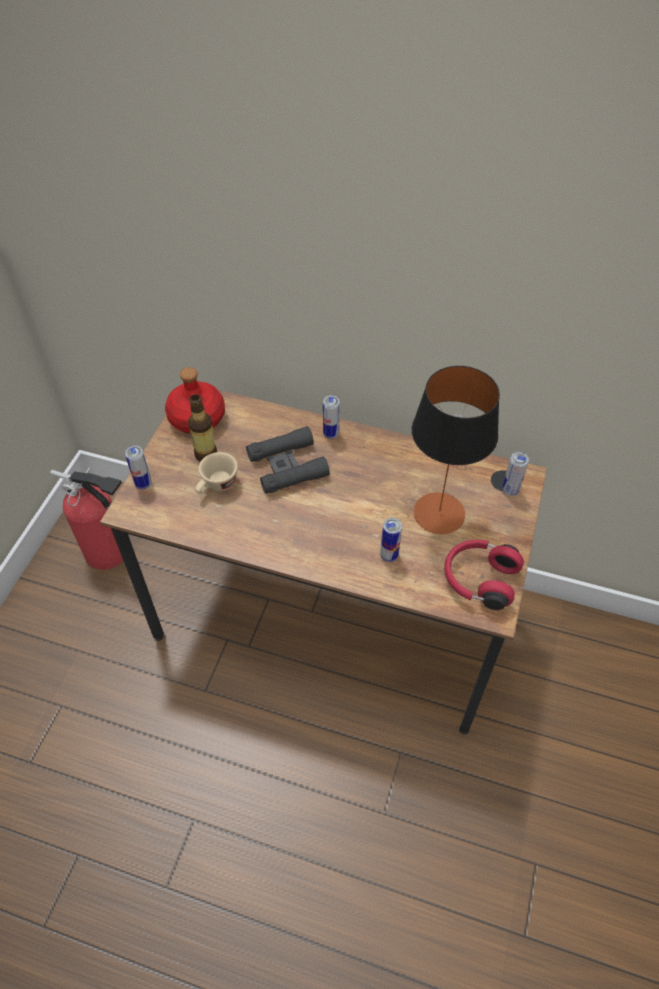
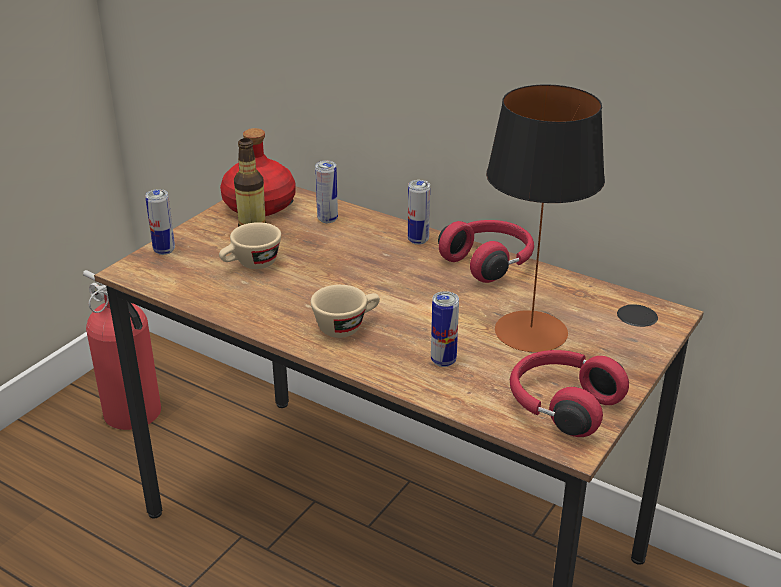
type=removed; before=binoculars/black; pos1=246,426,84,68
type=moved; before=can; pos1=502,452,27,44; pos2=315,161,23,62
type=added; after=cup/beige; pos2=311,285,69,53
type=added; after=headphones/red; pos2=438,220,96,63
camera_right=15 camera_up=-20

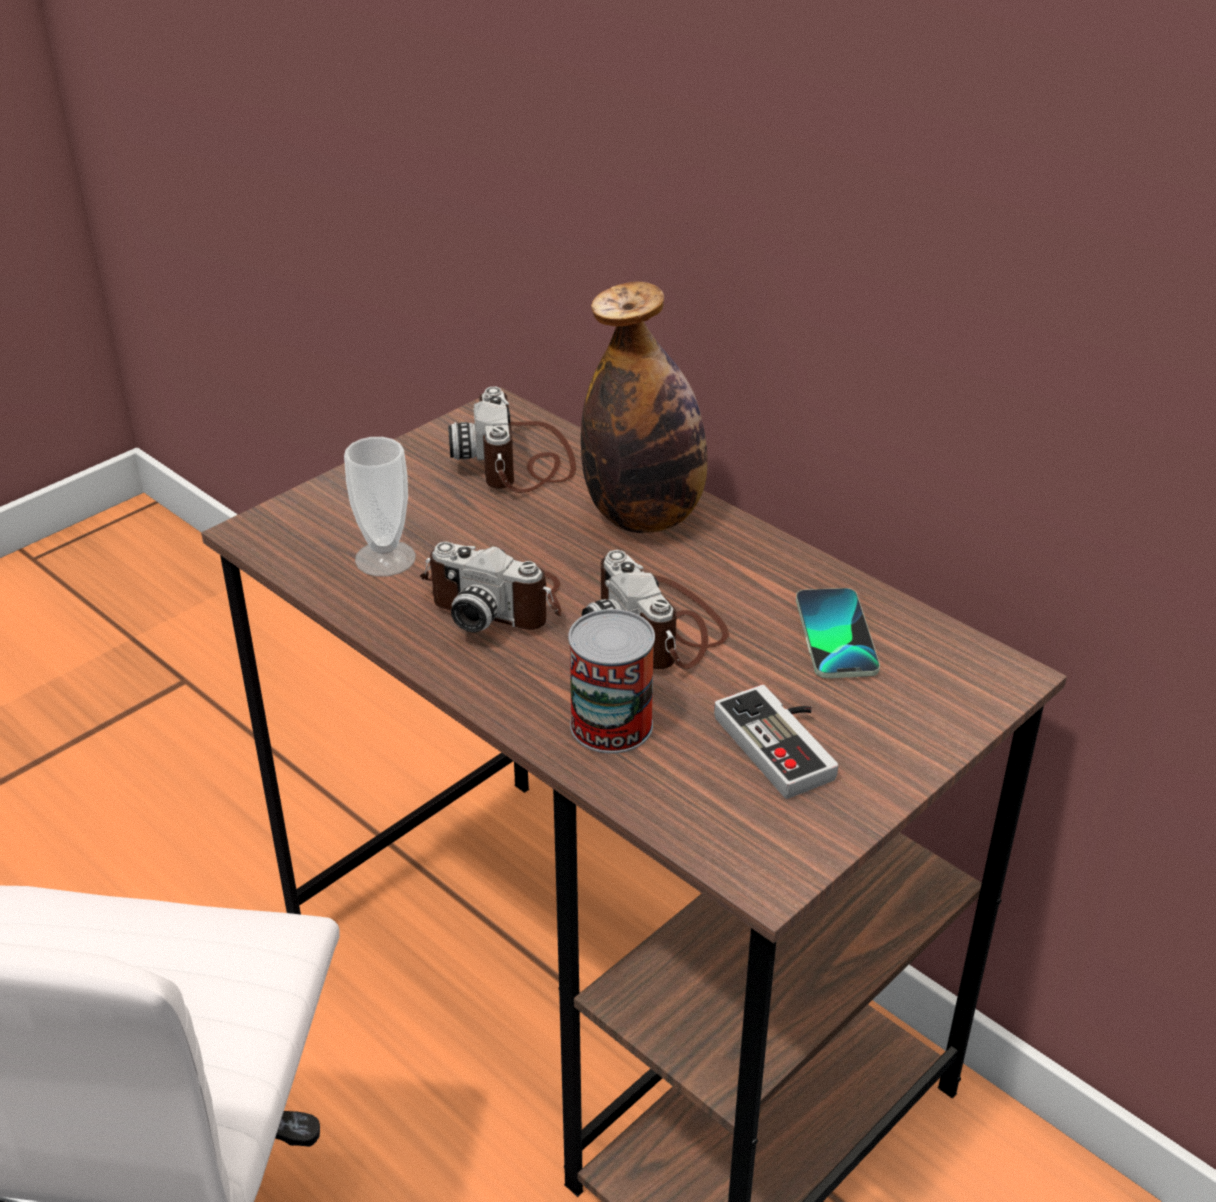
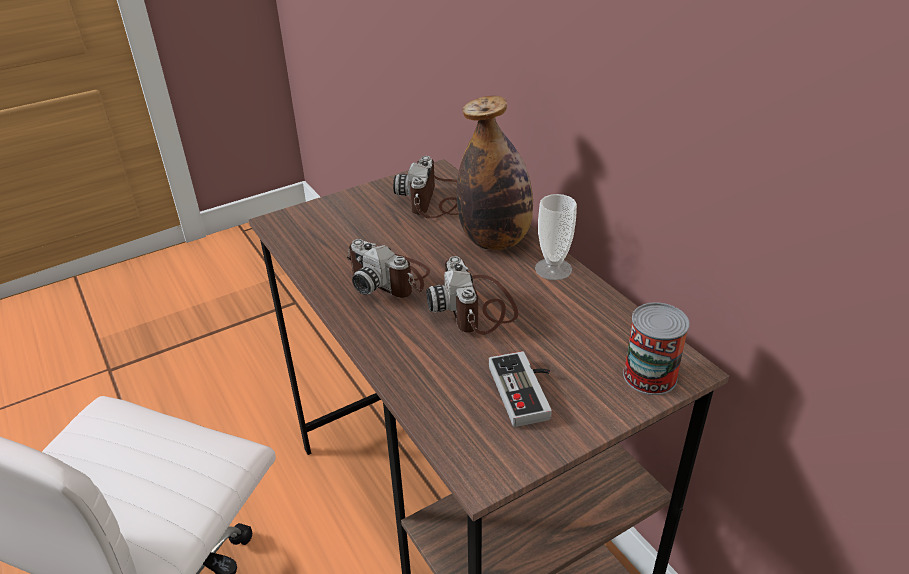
type=moved; before=cup; pos1=344,437,72,140; pos2=535,194,42,86
type=moved; before=can; pos1=568,609,87,145; pos2=623,302,67,93
type=removed; before=phone; pos1=796,588,84,90
camera_right=15 camera_up=0

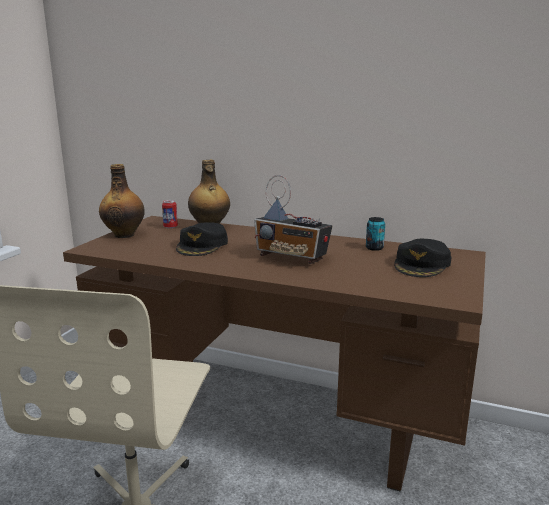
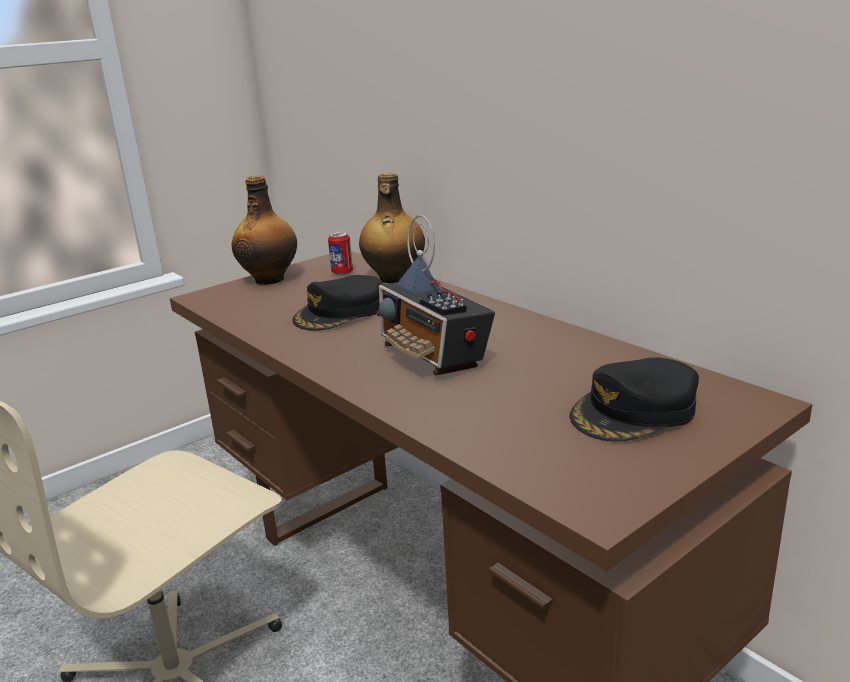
type=removed; before=can; pos1=366,217,19,34
camera_right=30 camera_up=5

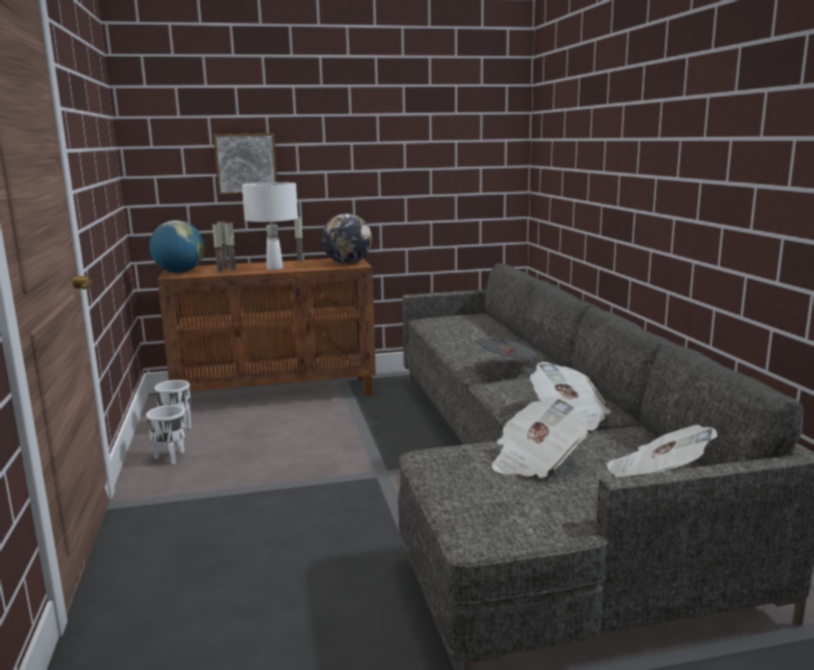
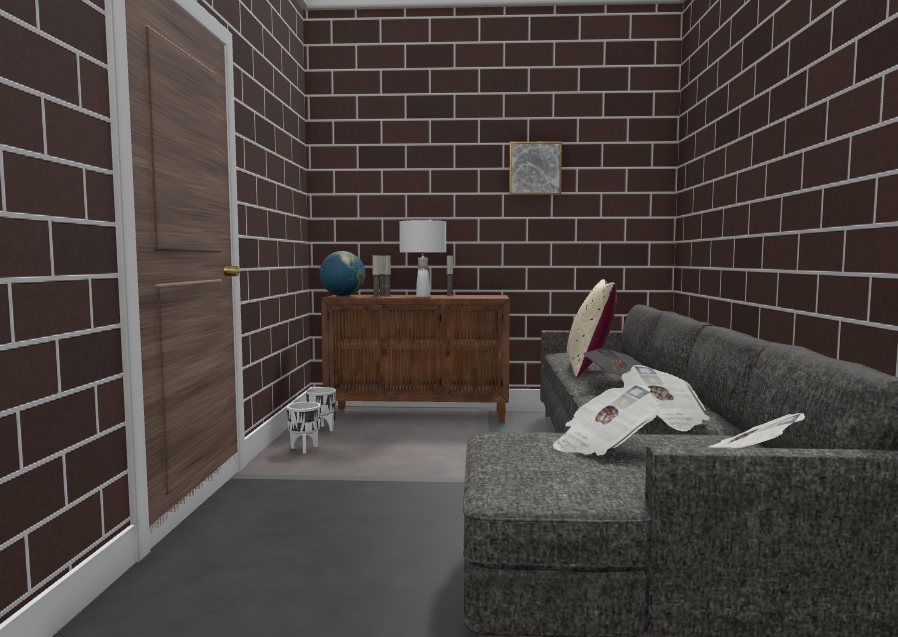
type=moved; before=picture; pos1=214,133,63,62; pos2=509,141,53,54
type=removed; before=globe; pos1=322,214,50,50
type=added; after=pillow/beige; pos2=567,279,50,98
camera_right=15 camera_up=-10

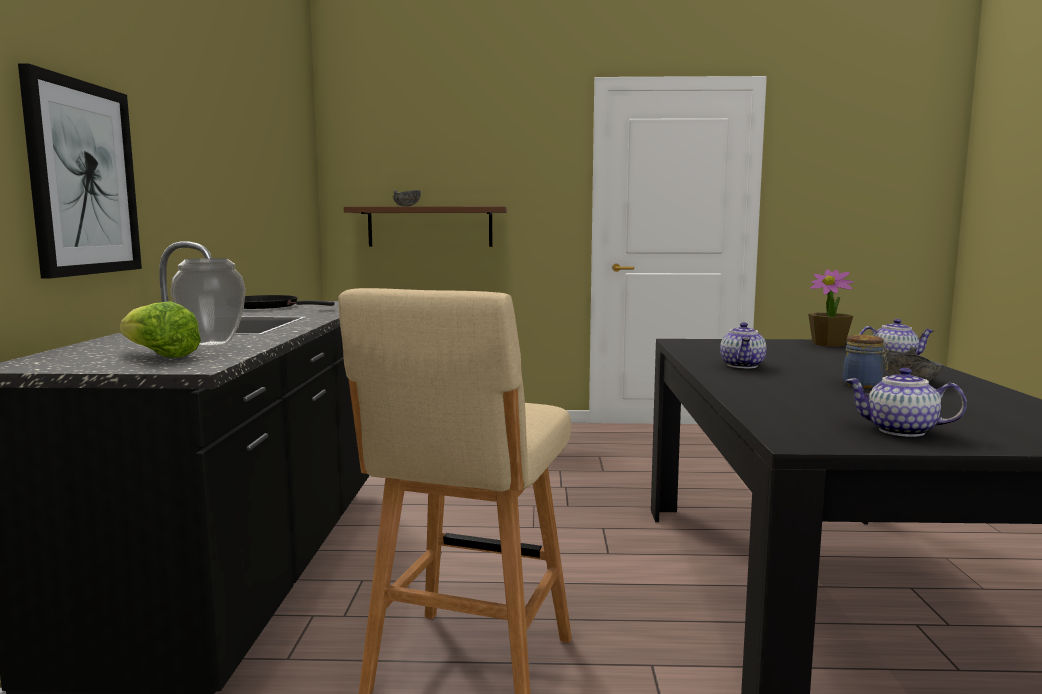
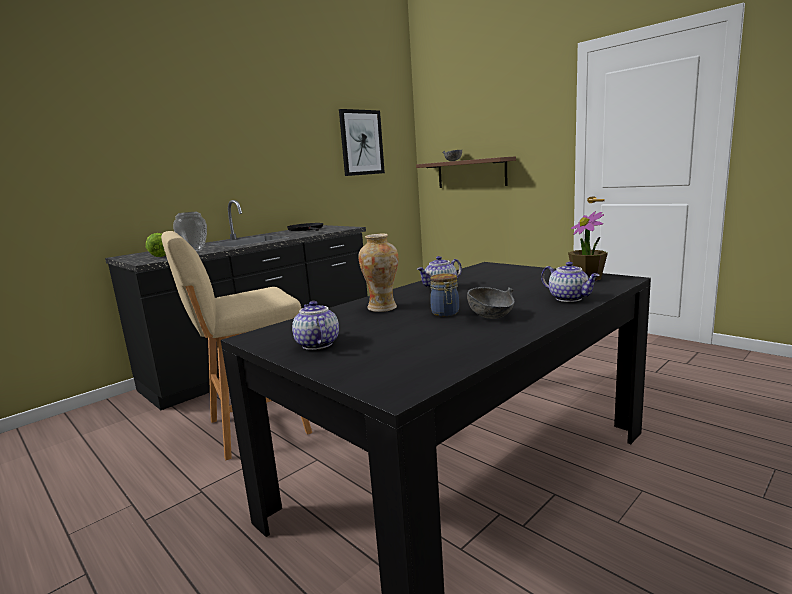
type=moved; before=picture; pos1=18,64,124,214; pos2=339,109,46,67
type=added; after=vase; pos2=358,234,40,78
camera_right=45 camera_up=5

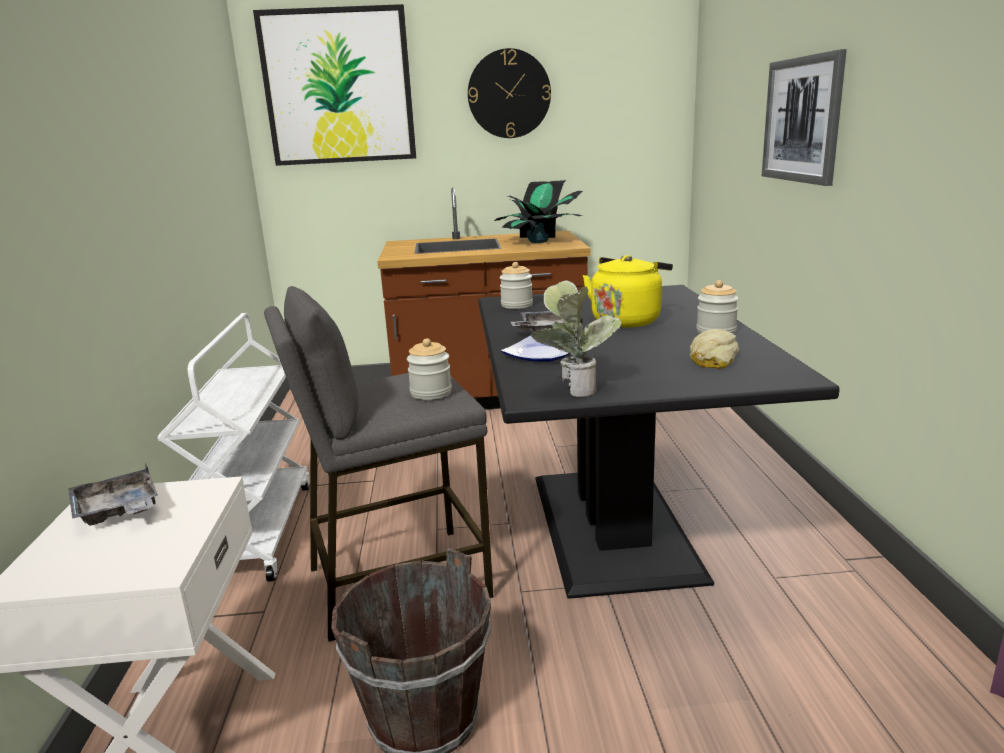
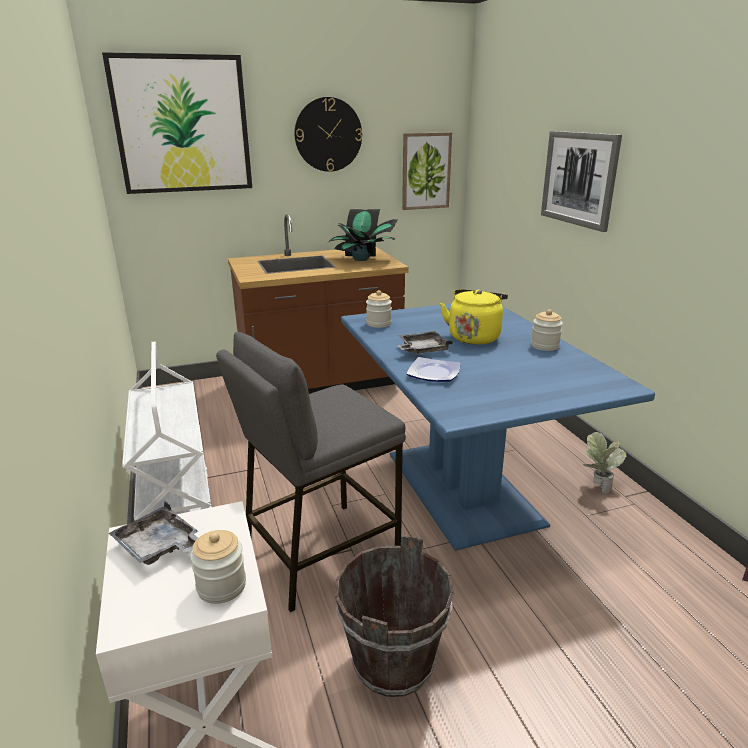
type=moved; before=jar; pos1=407,338,45,62; pos2=190,530,56,74
type=recoloured; before=dining table/black; after=dining table/blue; pos1=478,285,362,314; pos2=341,303,314,248
type=moved; before=potted plant; pos1=530,280,91,117; pos2=583,432,44,61
type=removed; before=bread; pos1=690,329,49,40
type=added; after=picture; pos2=402,132,50,78
camera_right=-15 camera_up=5

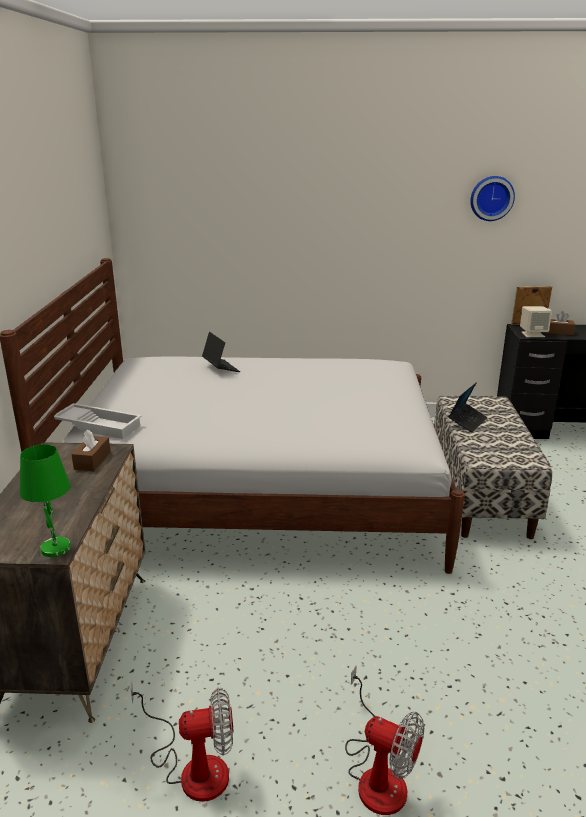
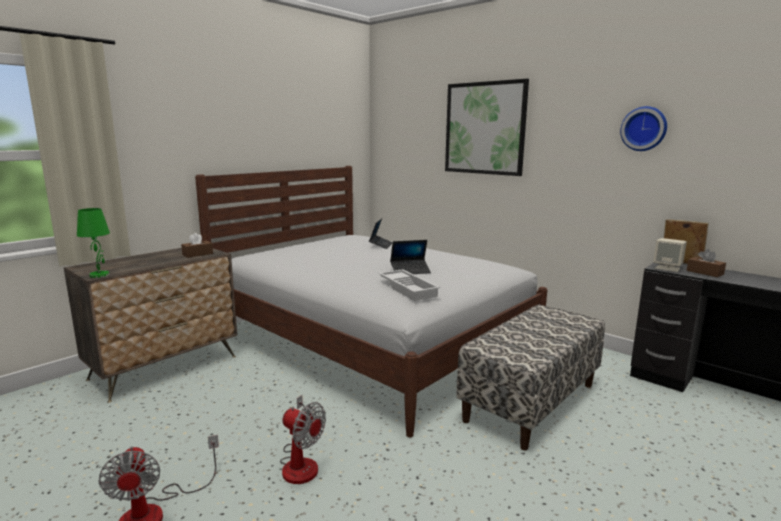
type=moved; before=tray/white; pos1=54,403,88,36; pos2=379,269,61,32
type=moved; before=fan; pos1=131,682,102,120; pos2=280,395,46,89
type=moved; before=laptop; pos1=448,382,40,50; pos2=390,240,41,34
type=added; after=picture; pos2=445,79,84,97
camera_right=40 camera_up=-10

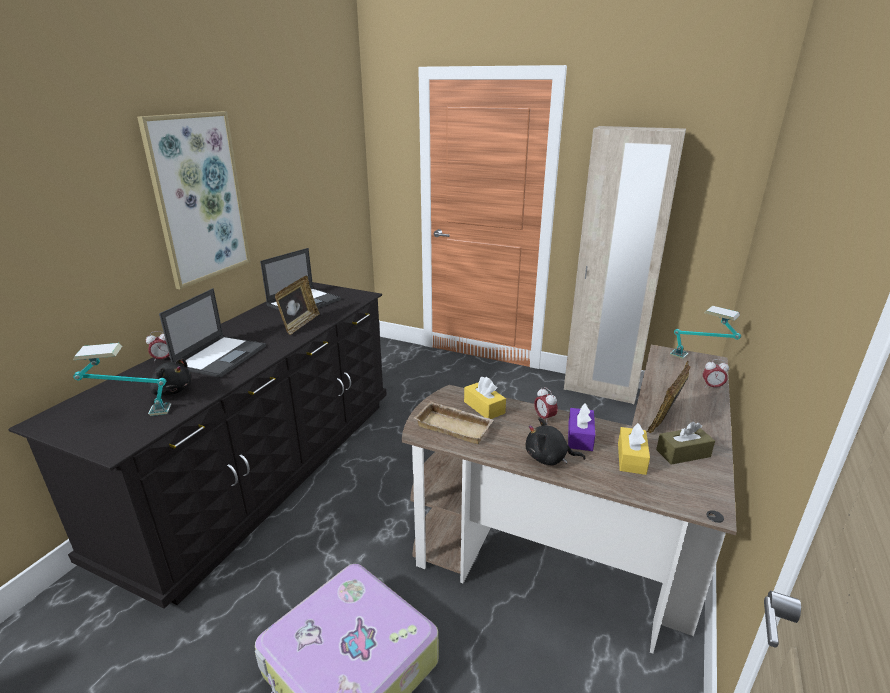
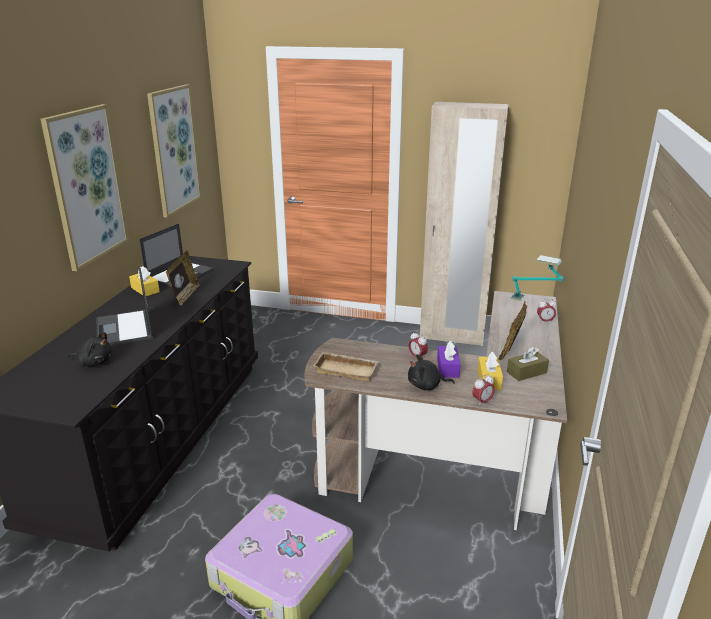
type=removed; before=table lamp; pos1=73,343,99,73
type=moved; before=alarm clock; pos1=146,331,24,31; pos2=472,374,23,32
type=turned; before=laptop; pos1=159,288,107,90; pos2=97,266,56,80; turn=150
type=moved; before=tissue box/yellow; pos1=464,377,42,42; pos2=129,266,31,30
type=added; after=picture; pos2=147,84,54,134
camera_right=-10 camera_up=0

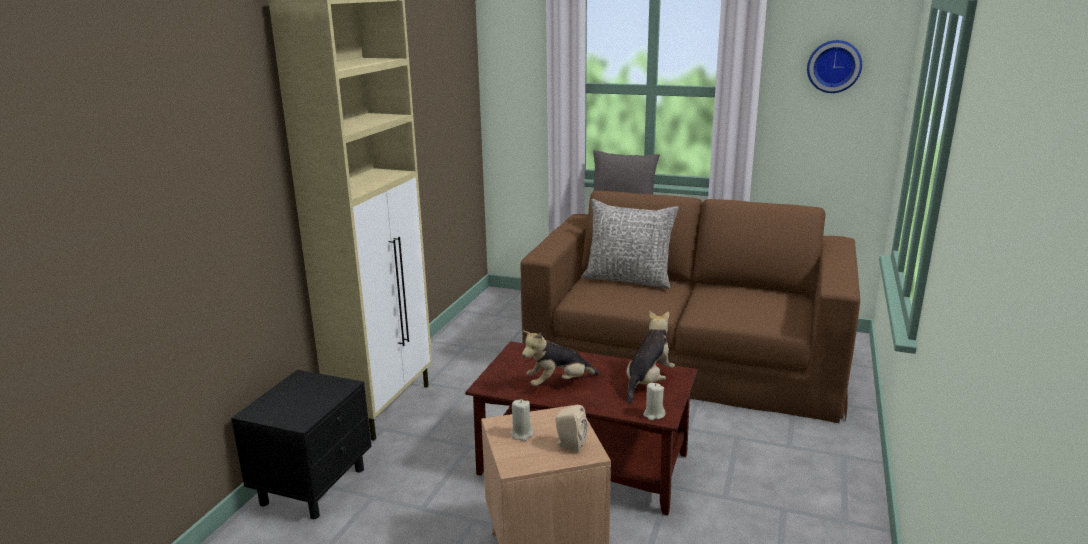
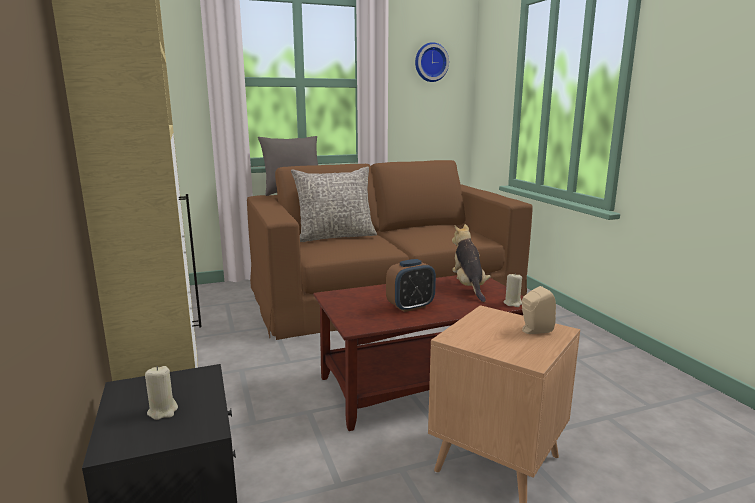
type=moved; before=candle/beige; pos1=511,399,23,42; pos2=145,366,33,54
type=replaced; before=plush toy; after=alarm clock; pos1=522,330,77,56; pos2=386,259,50,53
camera_right=-40 camera_up=-5

